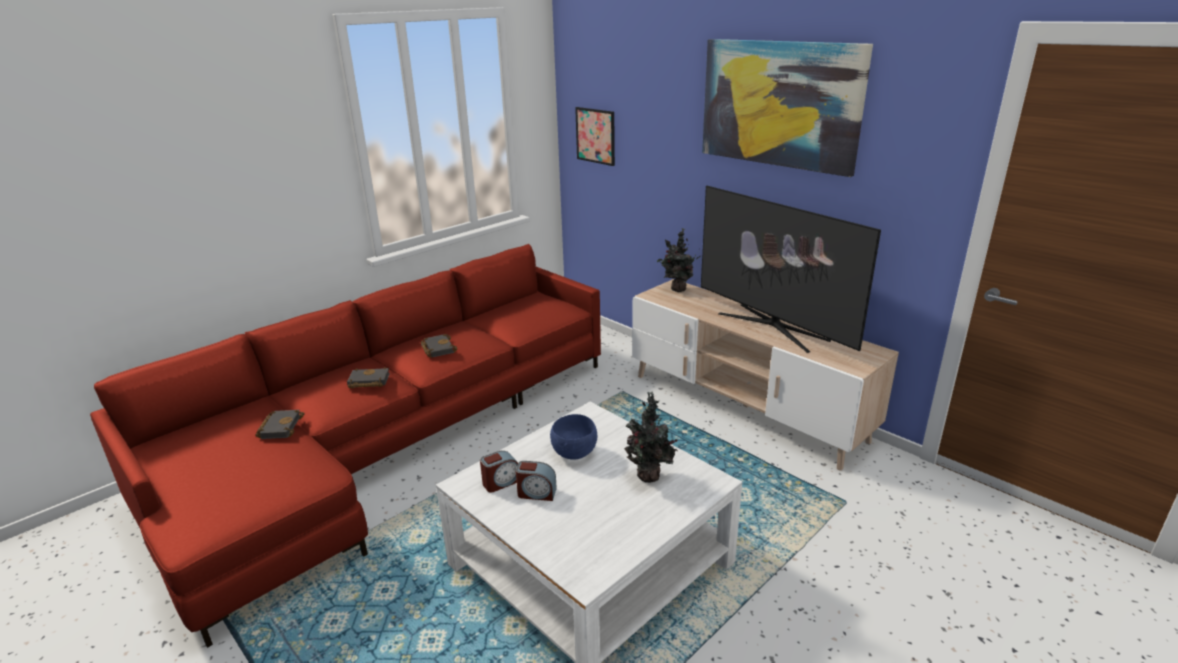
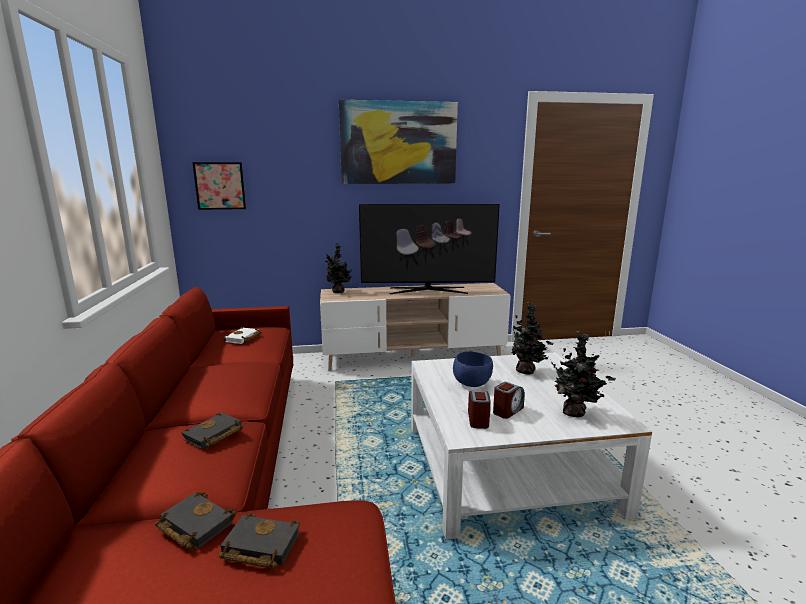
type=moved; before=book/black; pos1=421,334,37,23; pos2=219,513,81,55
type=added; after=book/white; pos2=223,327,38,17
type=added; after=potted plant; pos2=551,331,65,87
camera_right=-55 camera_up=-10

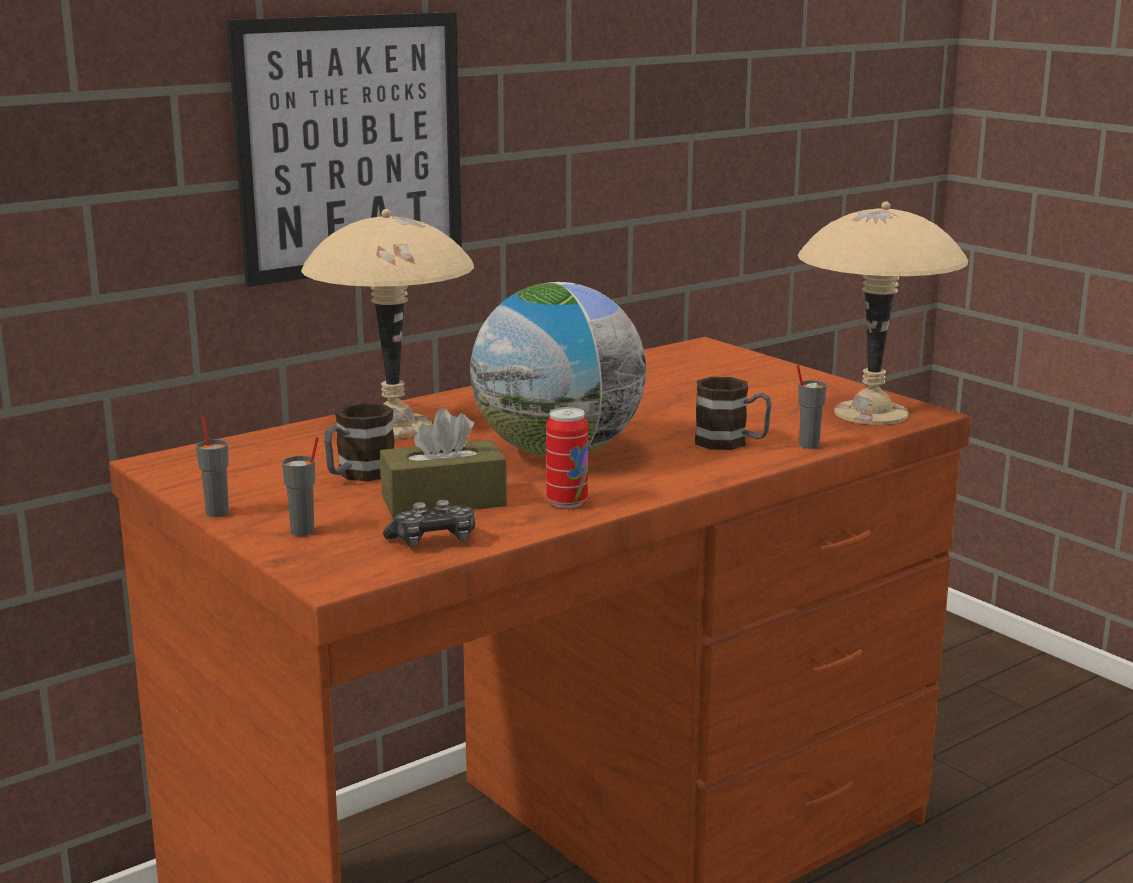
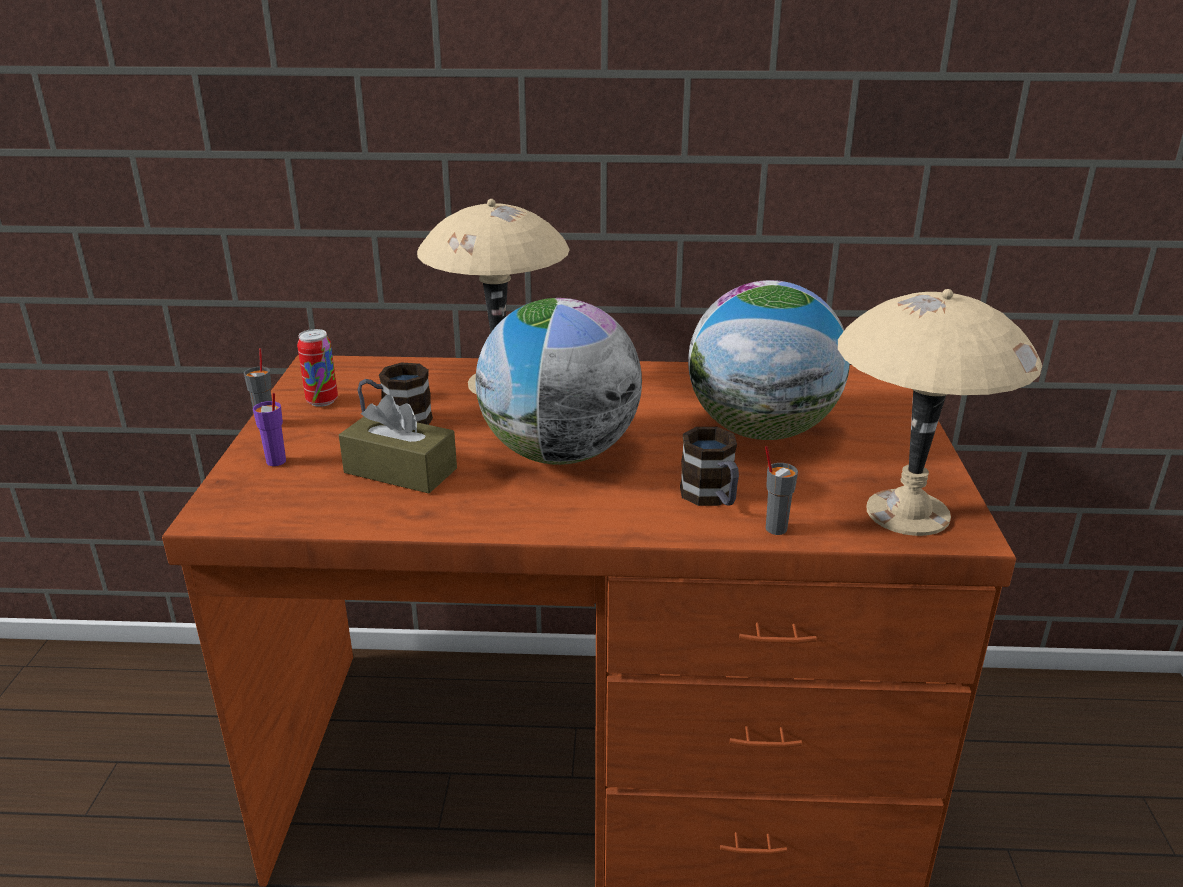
type=removed; before=picture; pos1=227,12,235,275
type=recoloured; before=cup/grey; after=cup/purple; pos1=282,437,37,99; pos2=253,393,33,73
type=removed; before=game controller; pos1=383,500,92,47
type=moved; before=can; pos1=546,407,42,101; pos2=297,329,41,78
type=added; after=globe; pos2=688,280,162,160
camera_right=40 camera_up=10

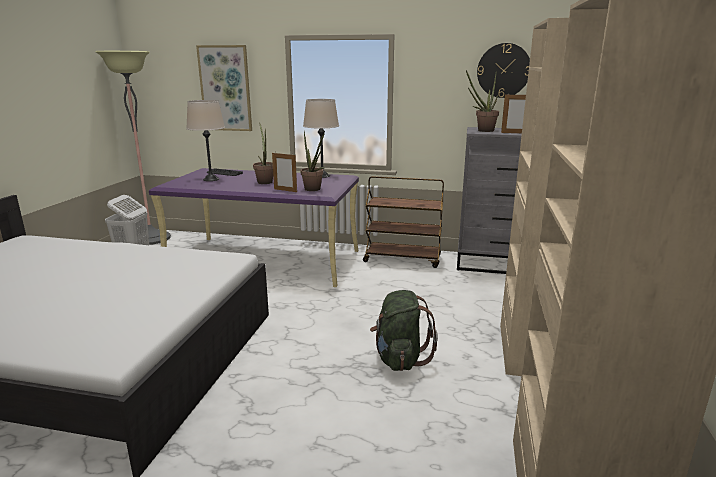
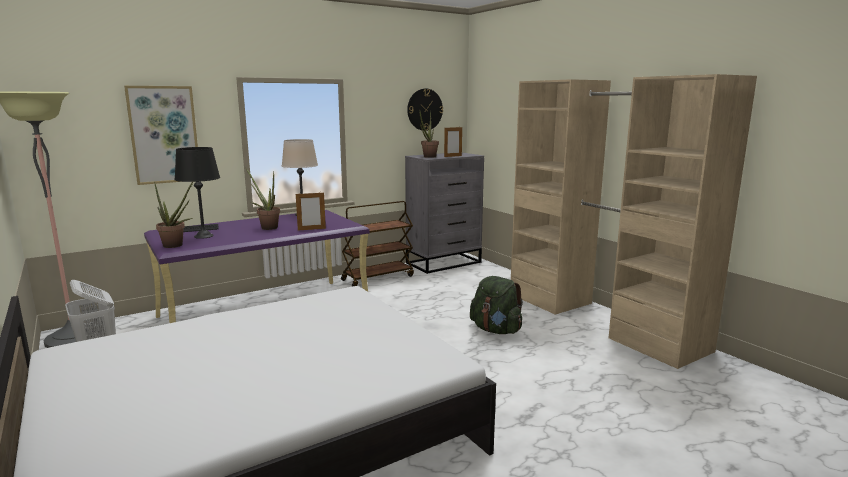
type=recoloured; before=table lamp/beige; after=table lamp/black; pos1=186,100,39,81; pos2=174,147,46,92
type=moved; before=potted plant; pos1=300,132,25,59; pos2=154,181,39,67
camera_right=-45 camera_up=-5

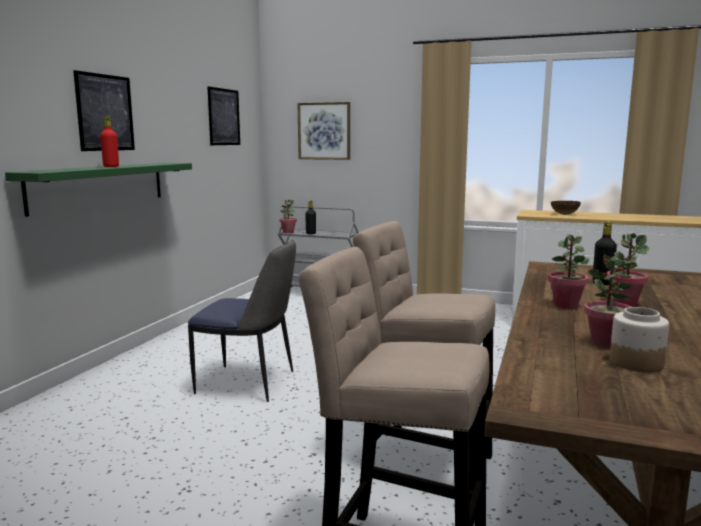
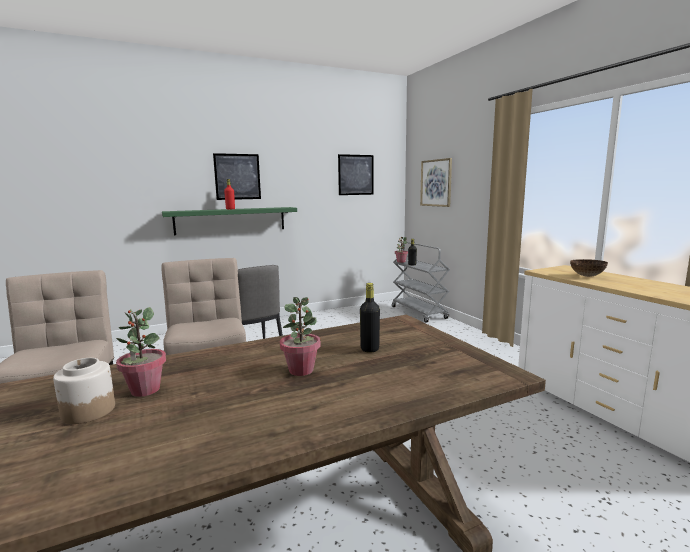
type=removed; before=potted plant; pos1=548,234,42,74
camera_right=45 camera_up=0

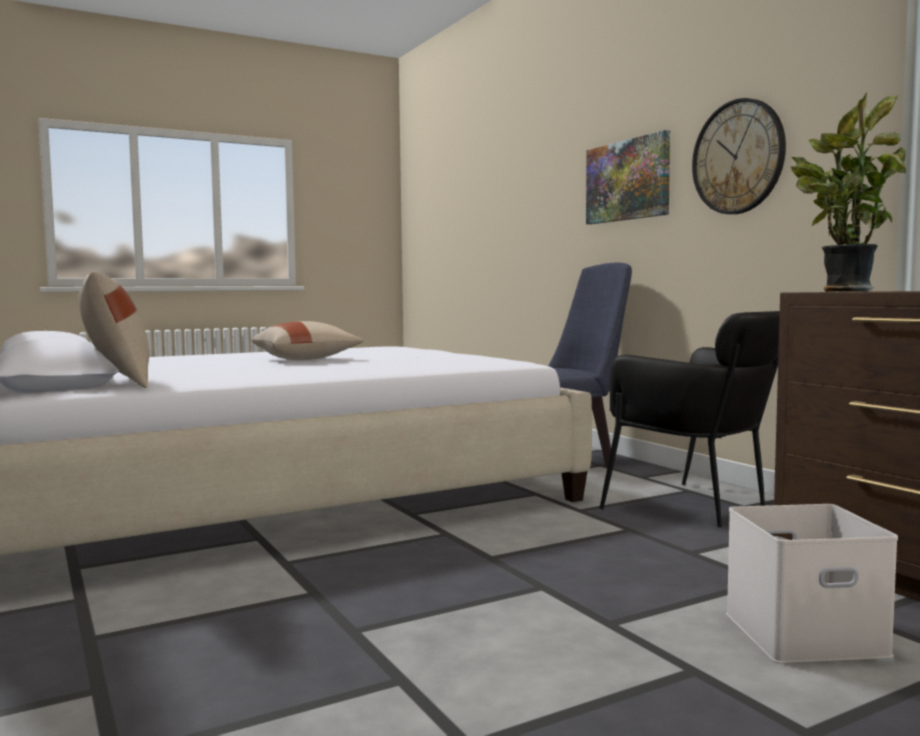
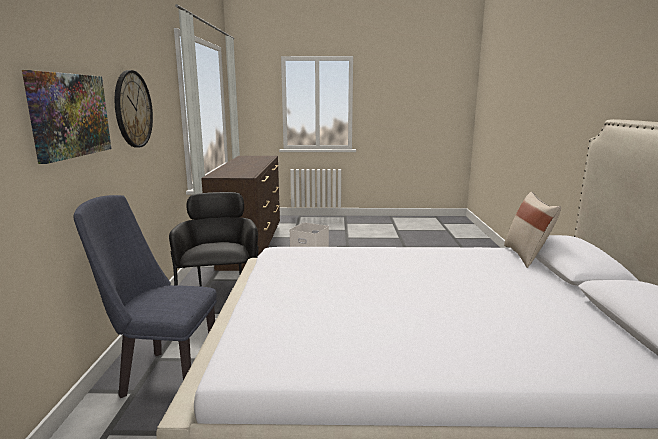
type=removed; before=pillow/beige; pos1=251,321,113,39
type=removed; before=potted plant; pos1=790,92,116,200
camera_right=-150 camera_up=10

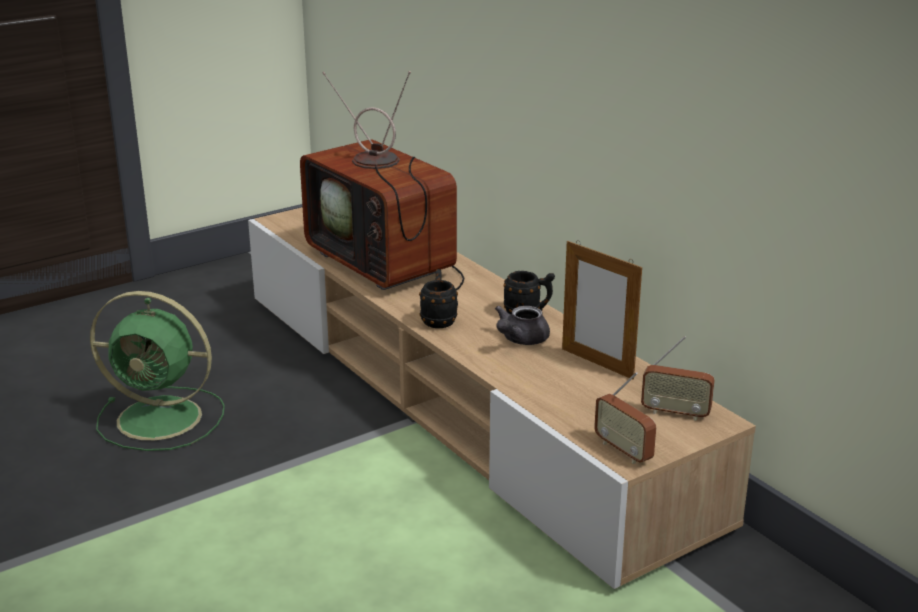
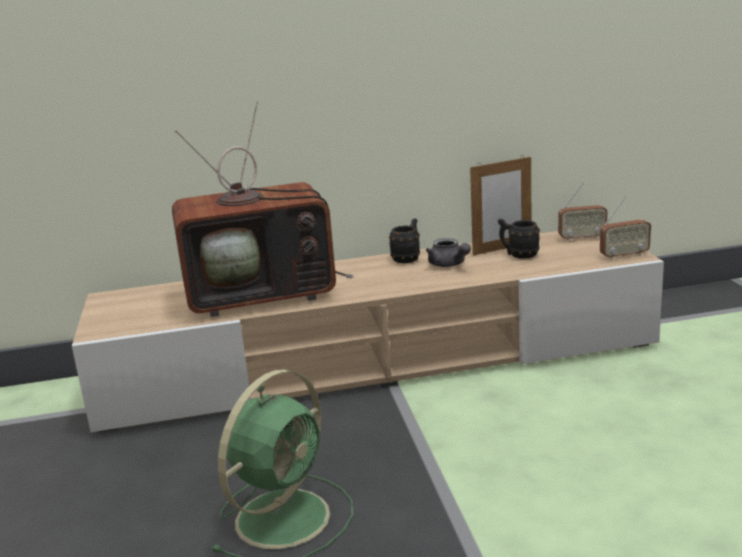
type=moved; before=mug/black; pos1=419,269,39,59; pos2=498,219,42,40
type=turned; before=radio; pos1=641,336,74,85; pos2=558,182,49,60; turn=45
camera_right=-65 camera_up=-5

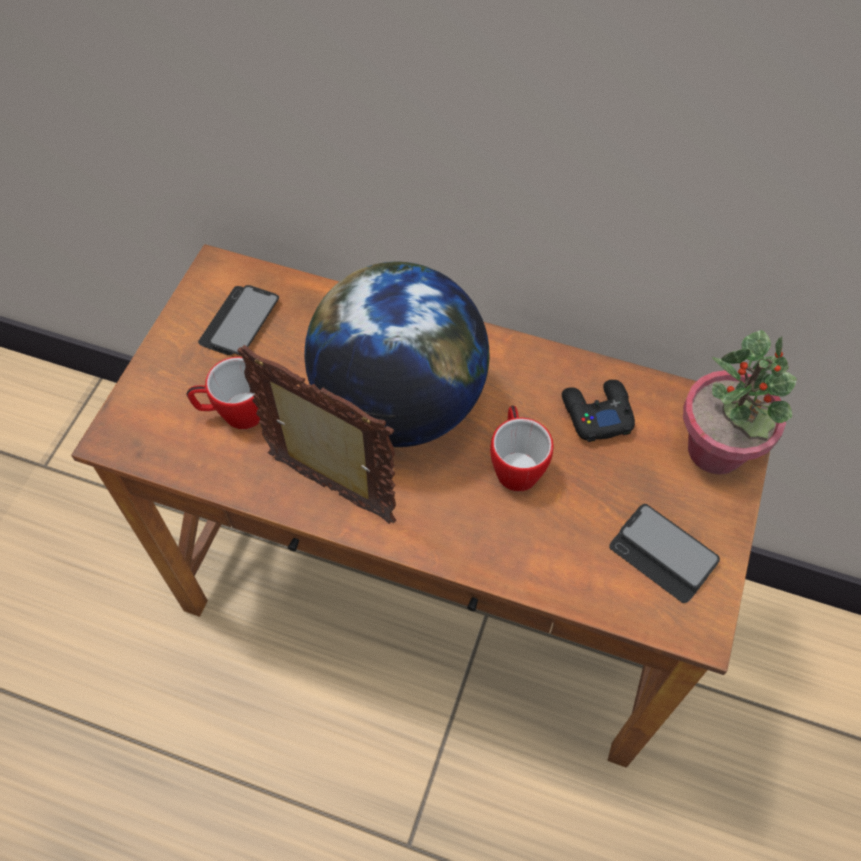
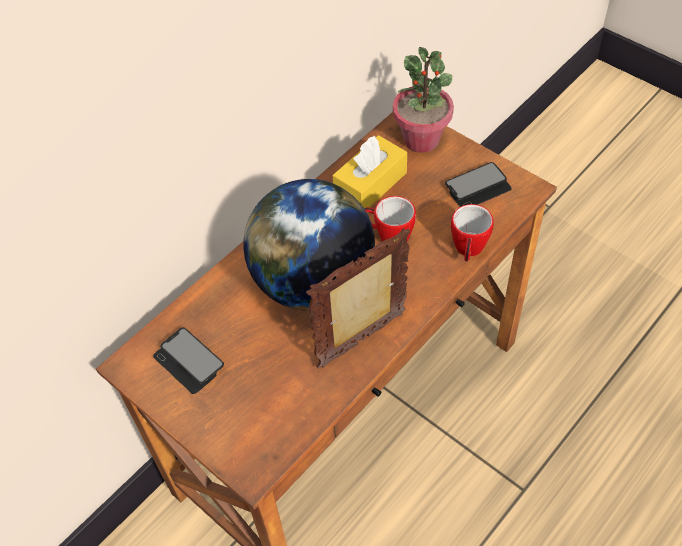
type=moved; before=mug; pos1=187,357,74,72; pos2=451,204,43,58
type=replaced; before=game controller/black; after=tissue box/yellow; pos1=562,380,73,62; pos2=333,135,74,73
camera_right=-65 camera_up=-5

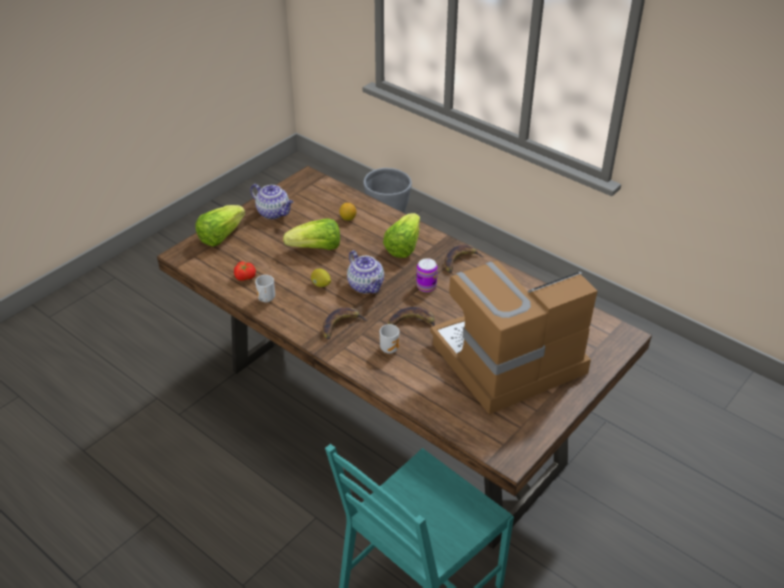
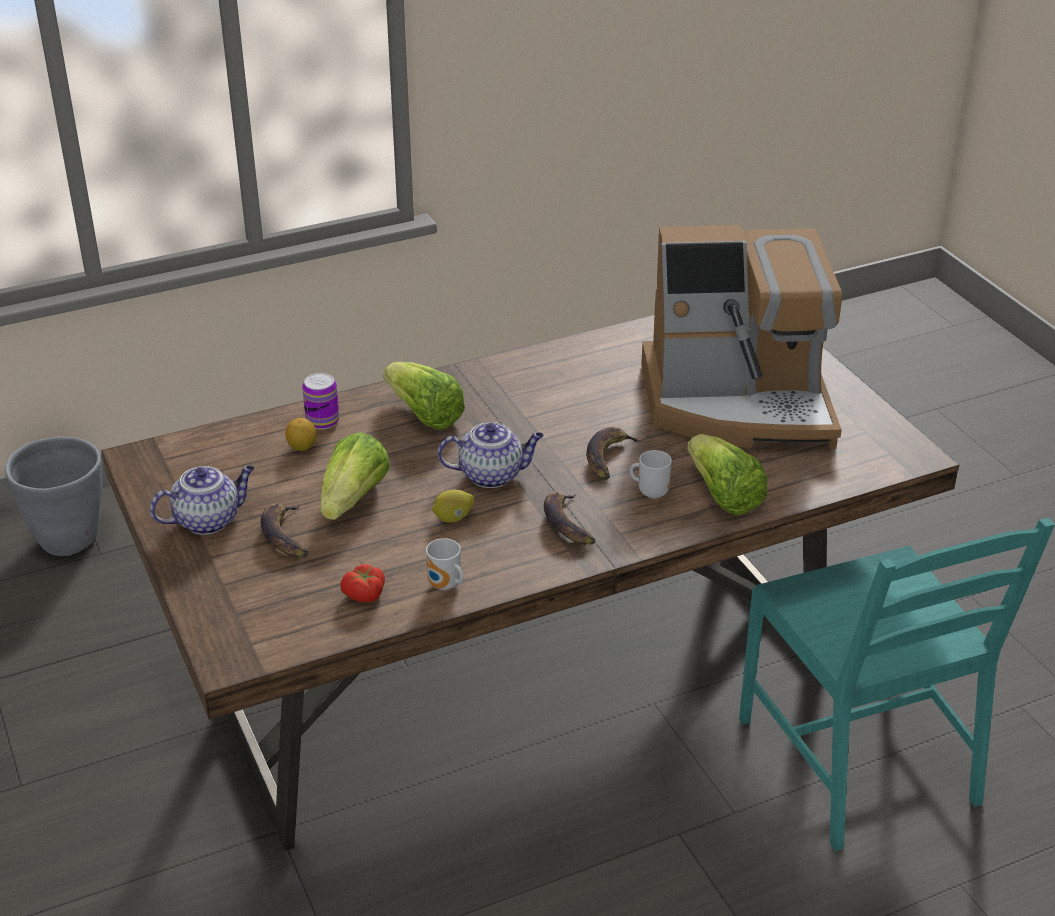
type=moved; before=lettuce; pos1=196,205,49,41; pos2=687,434,81,81
type=moved; before=can; pos1=416,258,22,34; pos2=302,373,37,56
type=turned; before=coffee machine; pos1=430,261,167,153; pos2=641,225,201,224; turn=-90
type=moved; before=banana; pos1=444,244,41,29; pos2=261,503,47,54
camera_right=-65 camera_up=-5

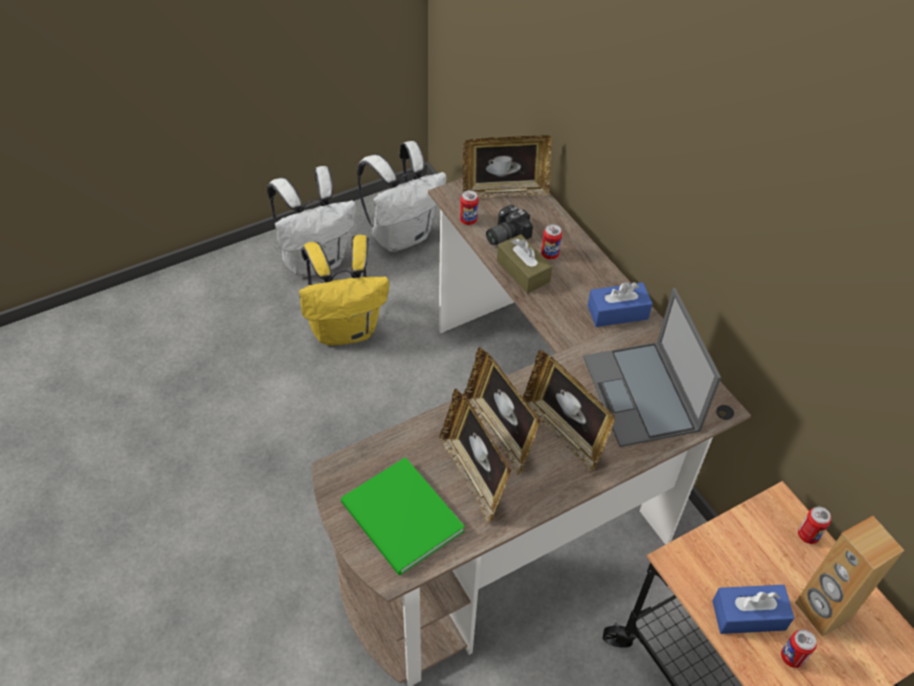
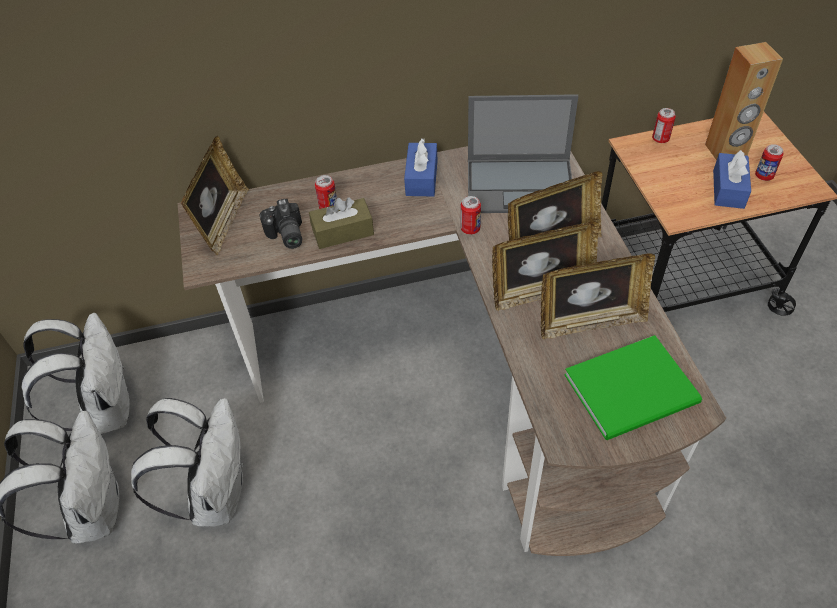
type=recoloured; before=backpack/yellow; after=backpack/white; pos1=299,235,90,111; pos2=131,398,112,129
type=moved; before=can; pos1=460,190,19,35; pos2=461,196,20,39
camera_right=-70 camera_up=0

